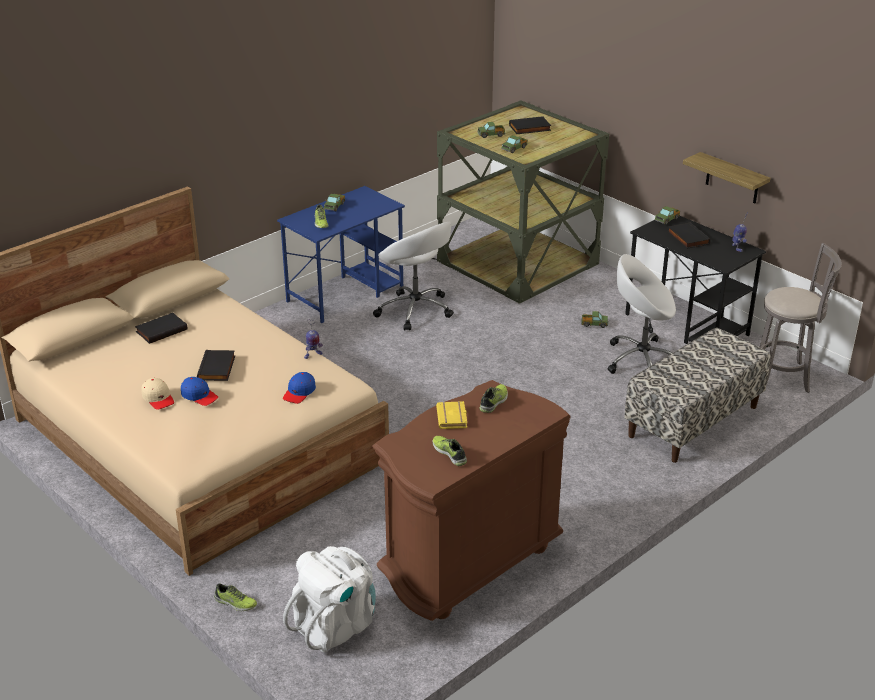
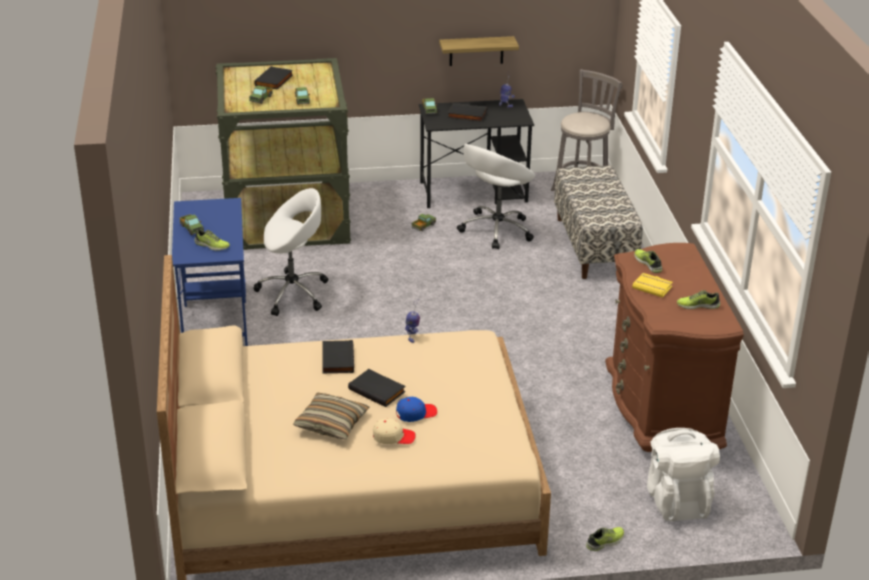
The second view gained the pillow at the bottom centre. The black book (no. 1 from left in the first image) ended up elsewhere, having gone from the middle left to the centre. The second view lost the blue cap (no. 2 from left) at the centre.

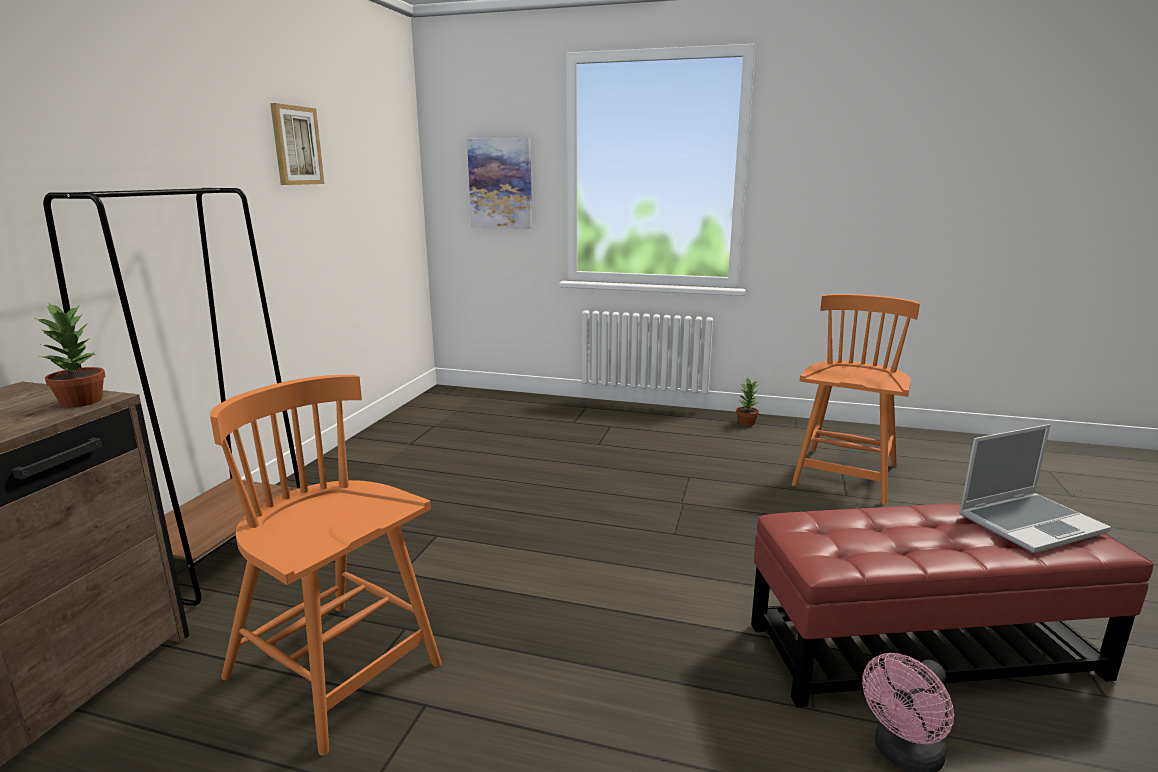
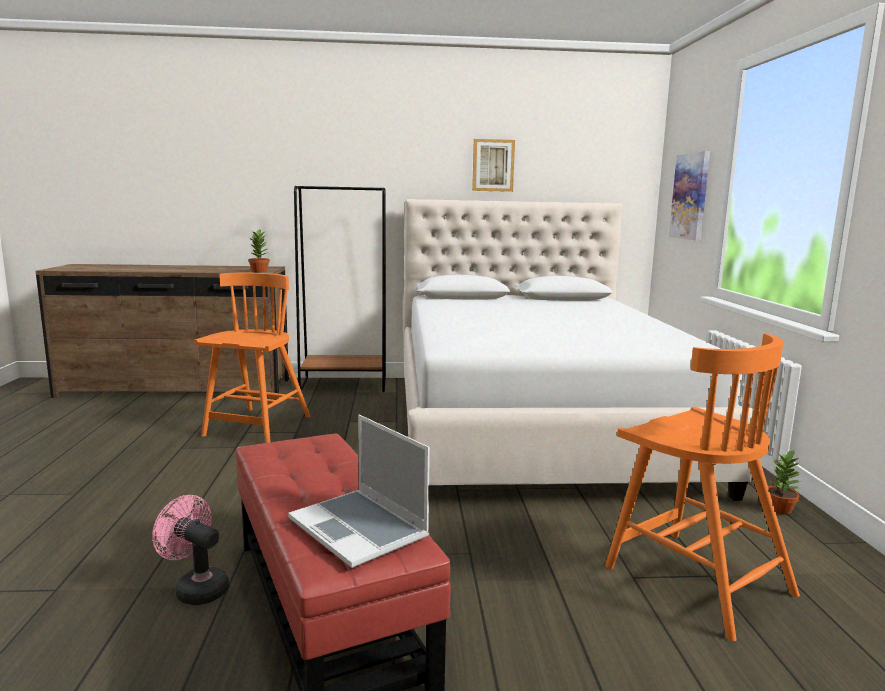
The second view gained the white bed at the centre. The orange chair (no. 2 from left) at the middle right ended up facing another way, 45 degrees clockwise from before.

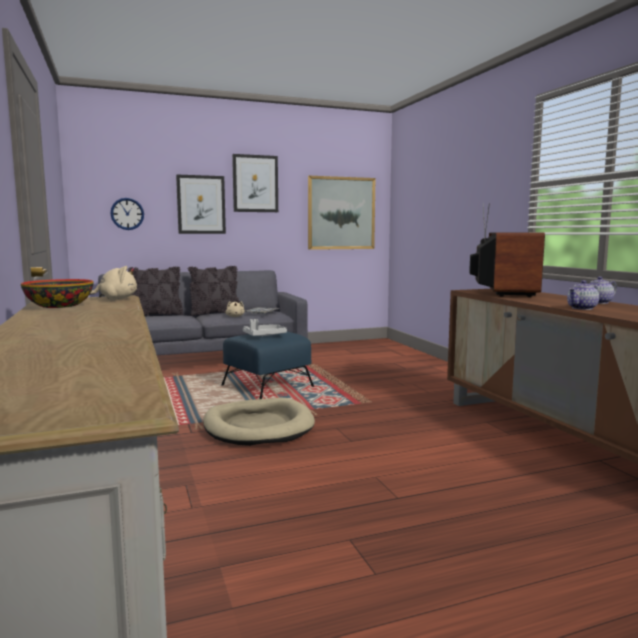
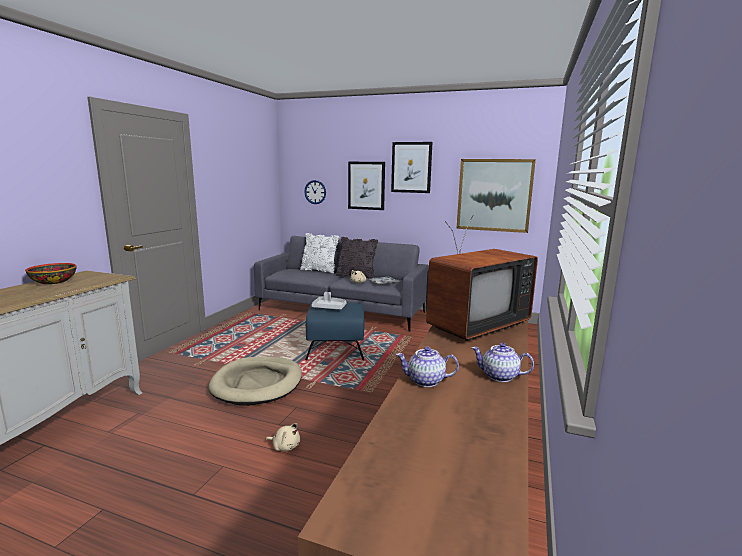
The beige plush toy (no. 1 from left) ended up elsewhere, having gone from the middle left to the bottom centre. What was the black pillow (no. 1 from left) at the middle left turned into the white pillow at the centre.

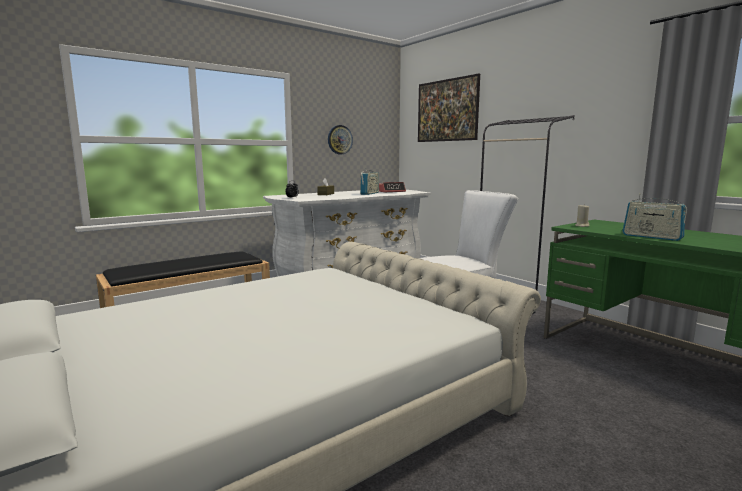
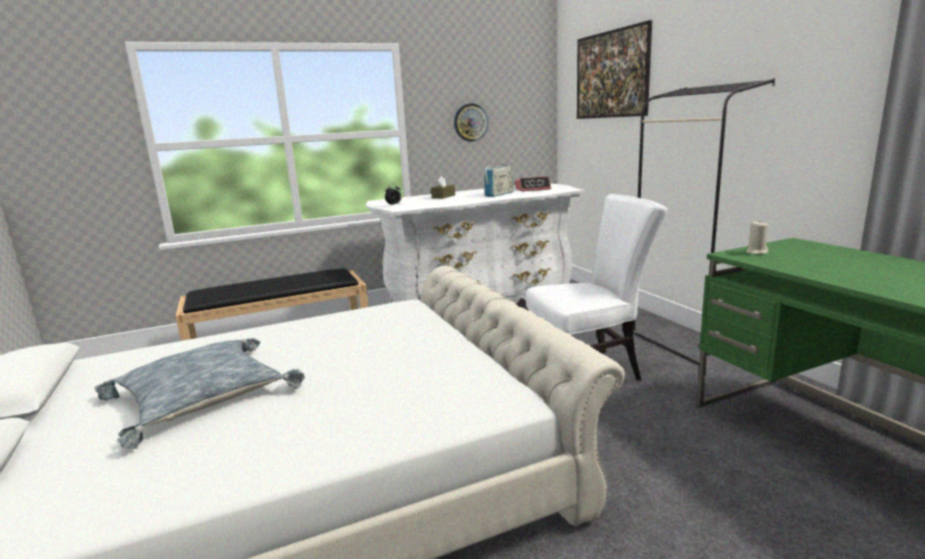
The second view gained the pillow at the bottom left. The second view lost the radio (no. 2 from left) at the middle right.

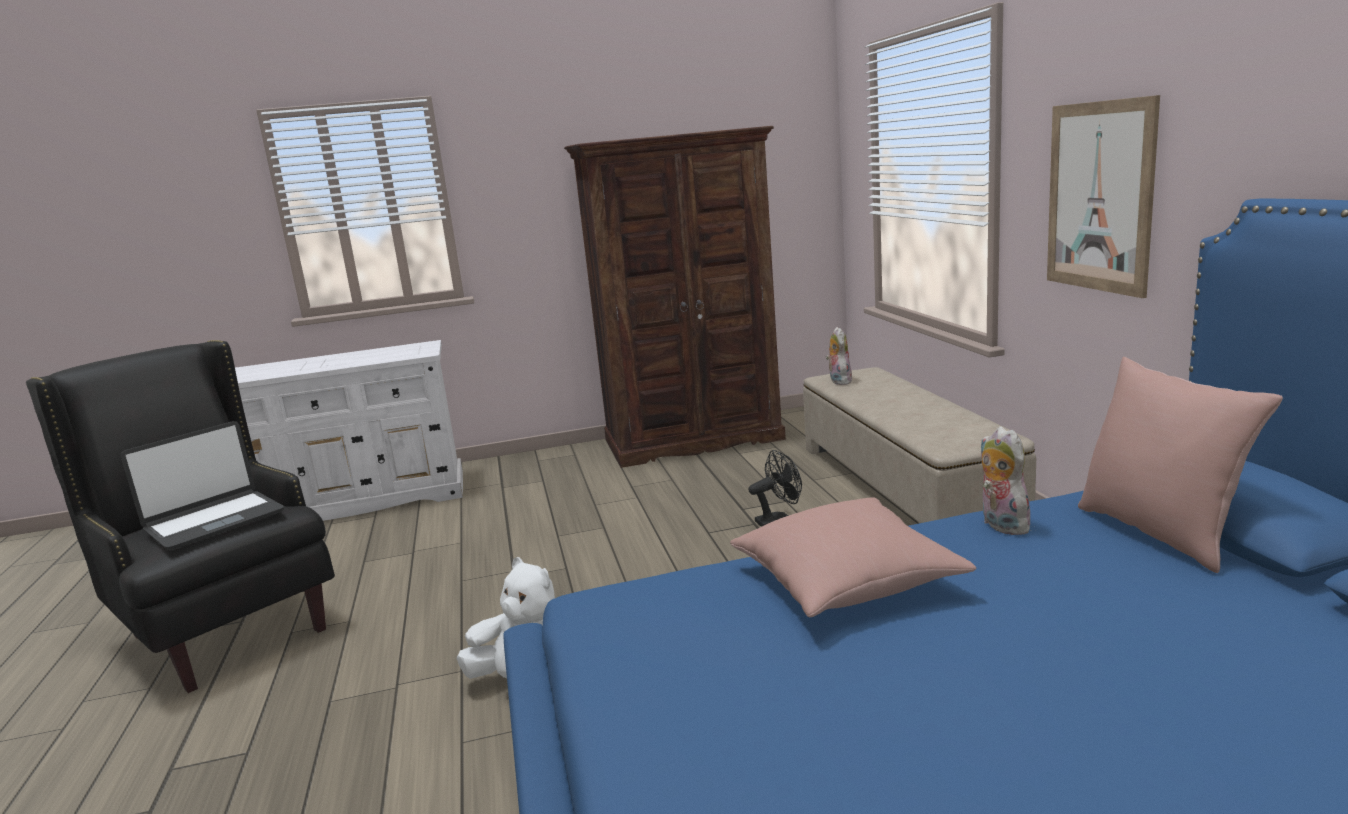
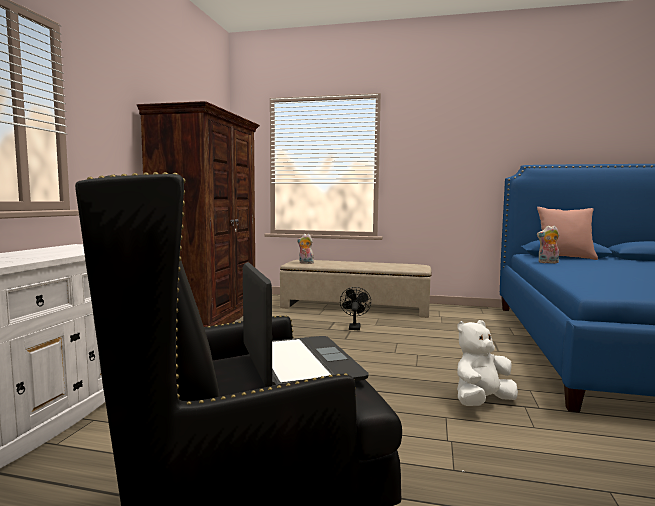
The second view lost the pink pillow (no. 1 from left) at the bottom centre. The second view lost the picture at the top right.

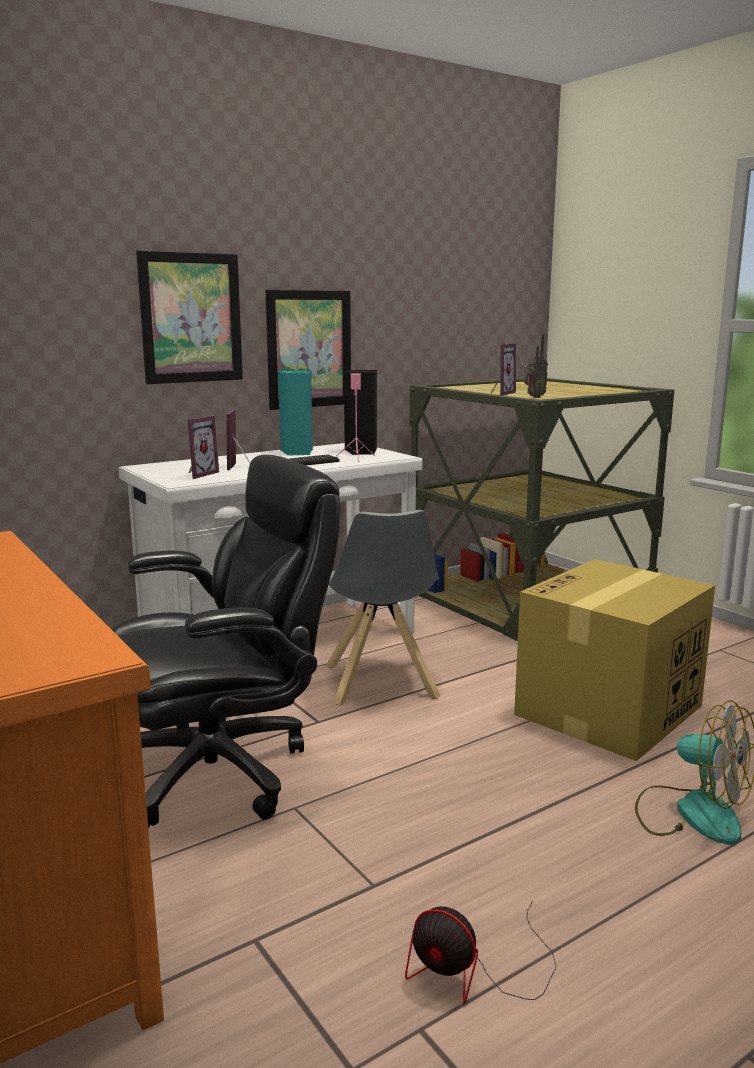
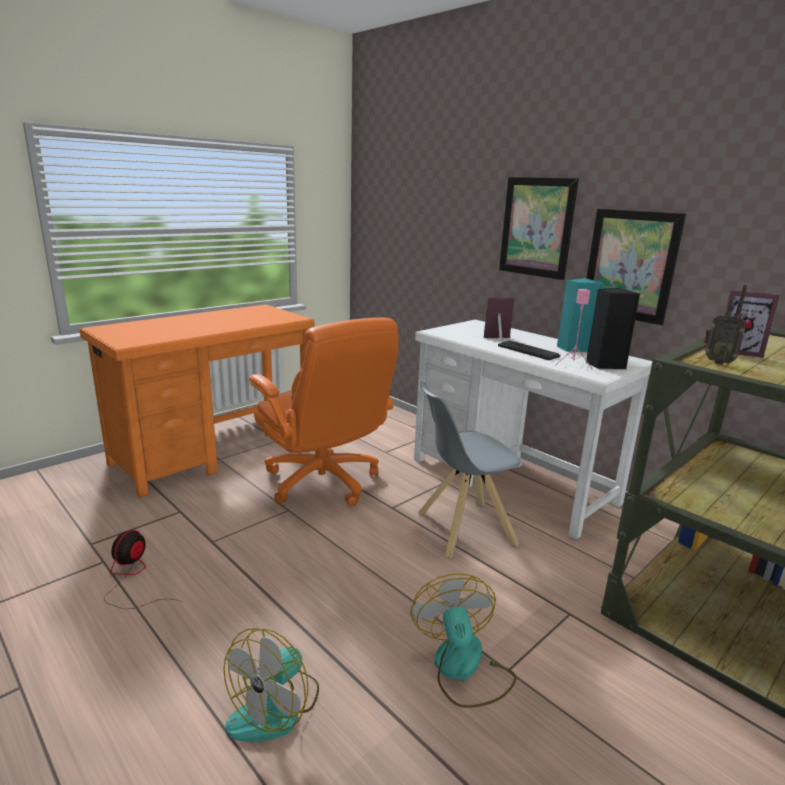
What was the black office chair at the middle left turned into the orange office chair at the centre. Where the cardboard box stood at the middle right, the fan (no. 3 from left) came to stand at the bottom centre. The second view lost the picture frame (no. 1 from left) at the middle left.

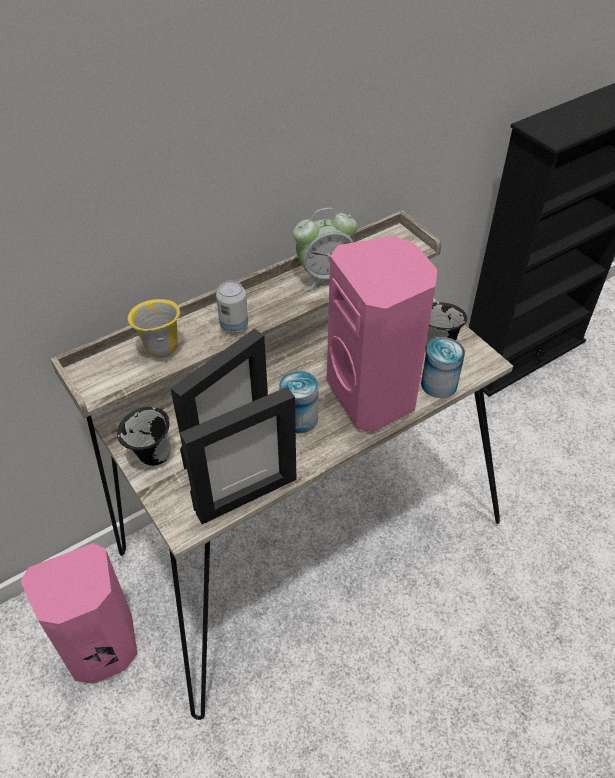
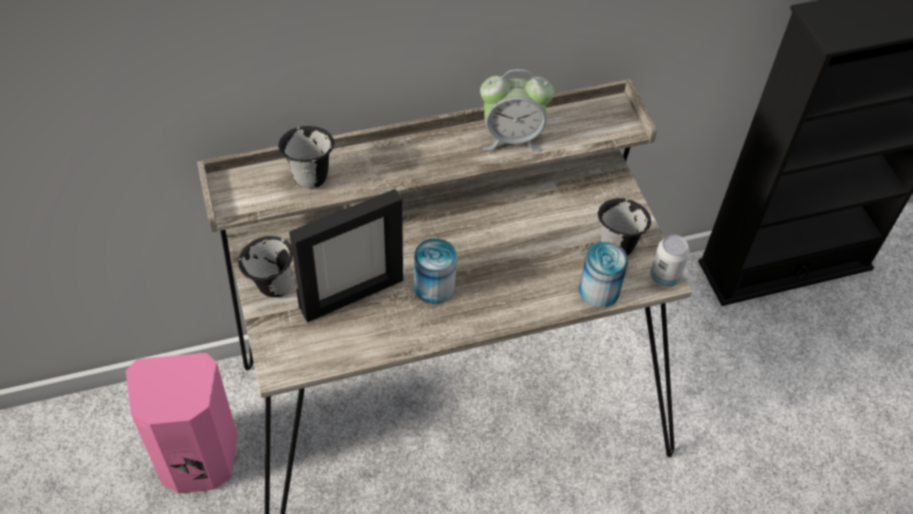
What was the yellow mug at the middle left turned into the black mug (no. 2 from left) at the top centre. The can (no. 1 from left in the first image) ended up elsewhere, having gone from the centre to the middle right. The second view lost the picture frame (no. 2 from left) at the centre. The second view lost the pink speaker (no. 2 from left) at the centre.

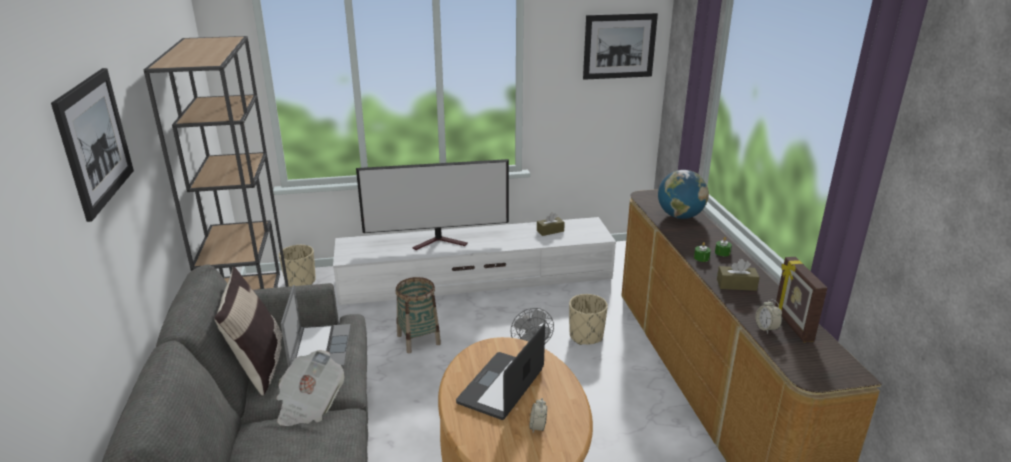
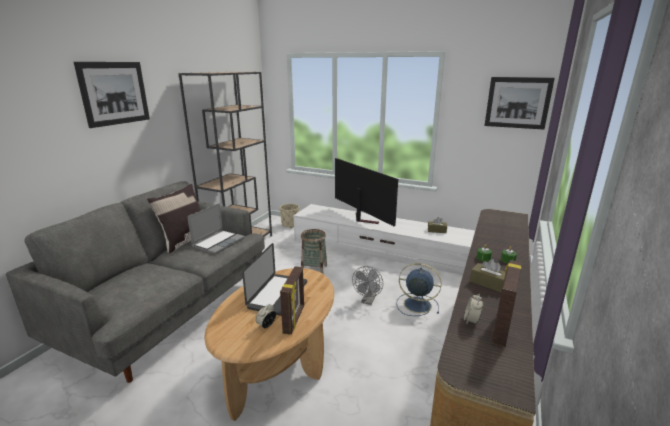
The laptop (no. 2 from left) at the bottom centre ended up facing another way, 135 degrees clockwise from before. The second view gained the picture frame (no. 1 from left) at the bottom centre. The television at the centre ended up facing another way, 150 degrees counterclockwise from before. Where the beige planter (no. 2 from left) stood at the bottom centre, the blue fan came to stand at the bottom centre. The second view lost the newspaper at the bottom left. The second view lost the globe at the middle right.

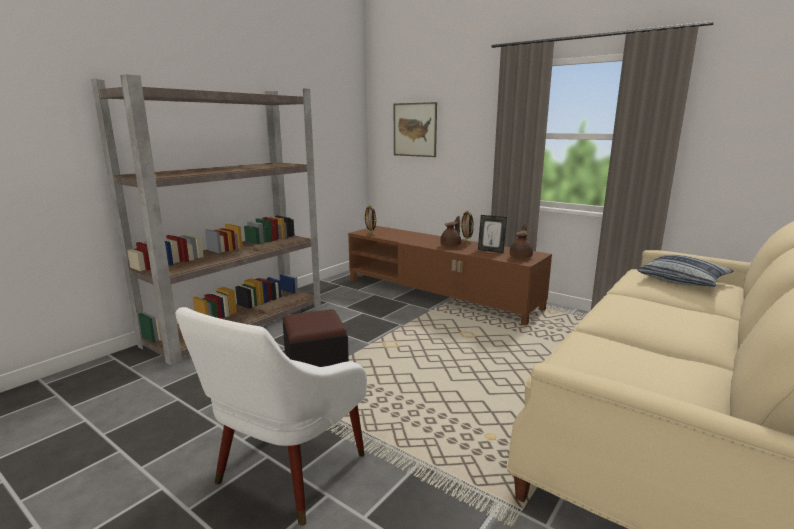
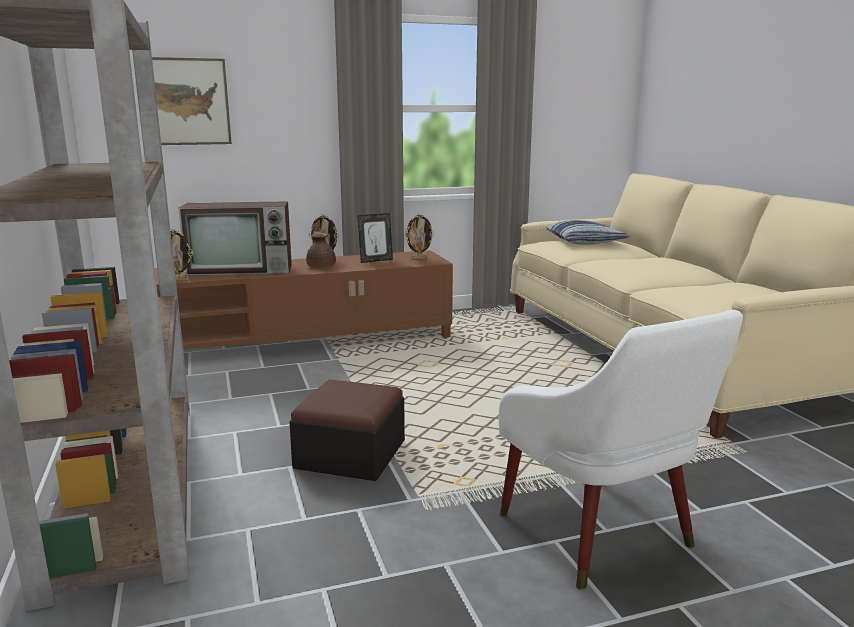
The second view gained the television at the middle left. Where the brown teapot (no. 2 from left) stood at the centre, the picture frame (no. 4 from left) came to stand at the centre.

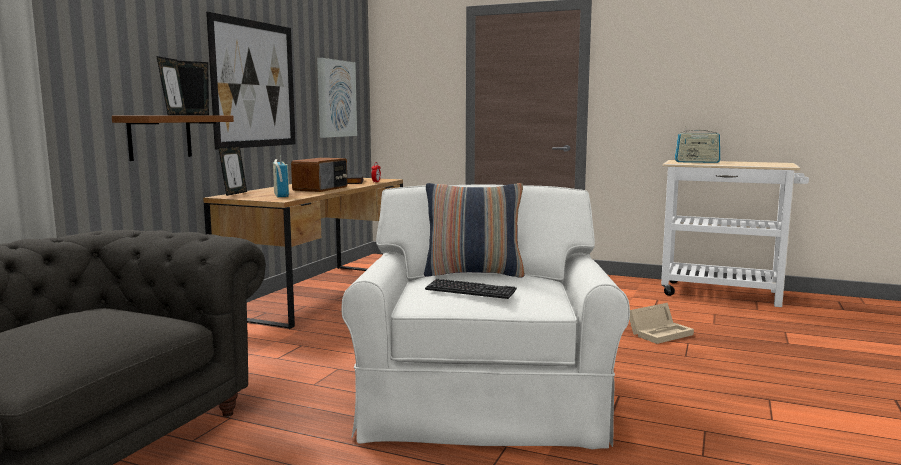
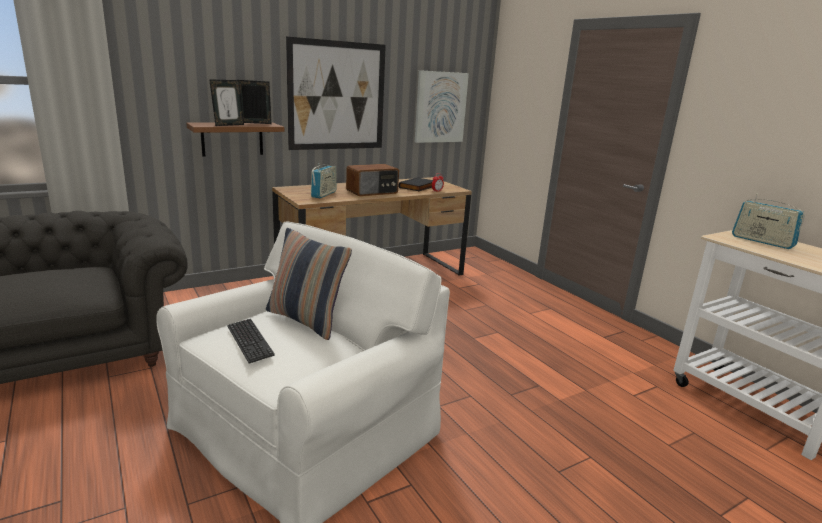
The second view lost the picture frame (no. 3 from left) at the middle left. The second view lost the beige storage box at the bottom right.

